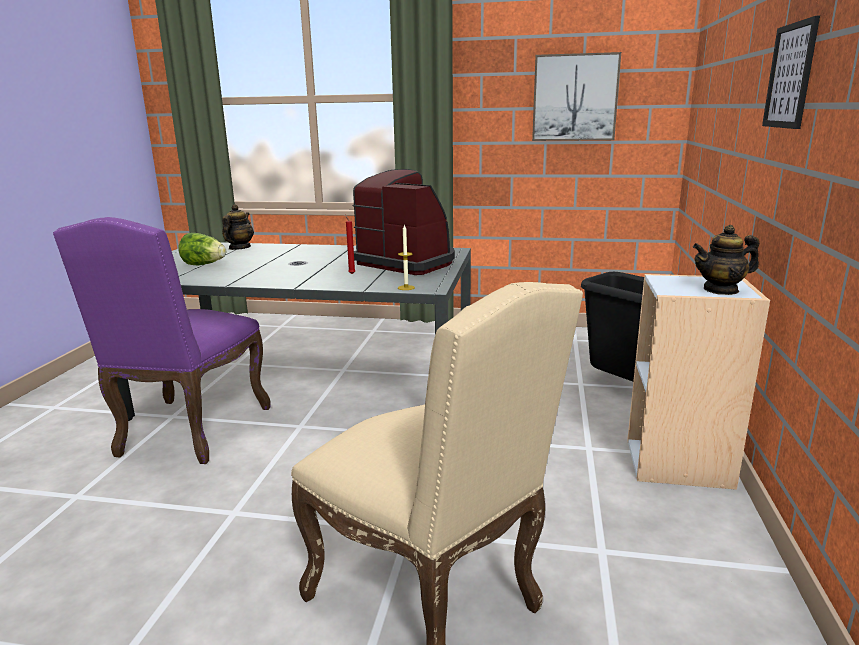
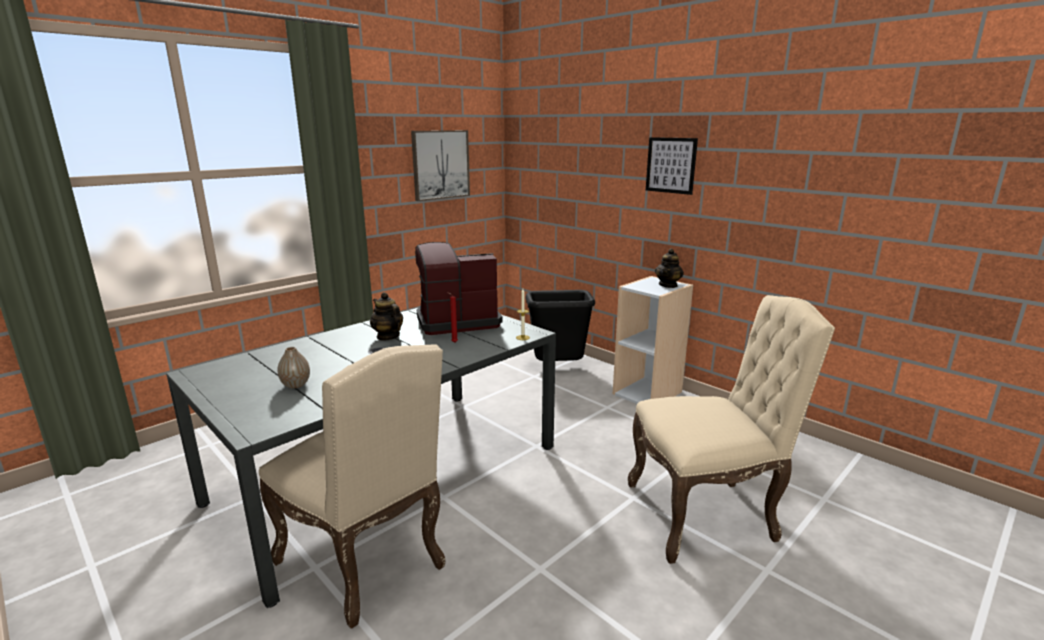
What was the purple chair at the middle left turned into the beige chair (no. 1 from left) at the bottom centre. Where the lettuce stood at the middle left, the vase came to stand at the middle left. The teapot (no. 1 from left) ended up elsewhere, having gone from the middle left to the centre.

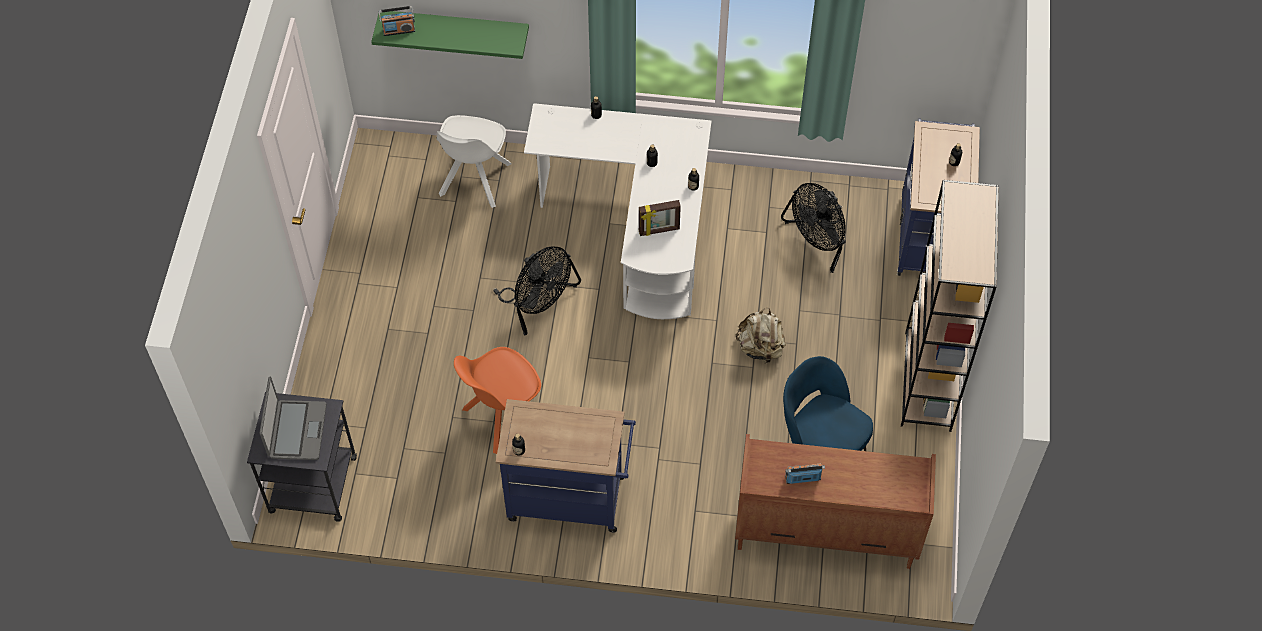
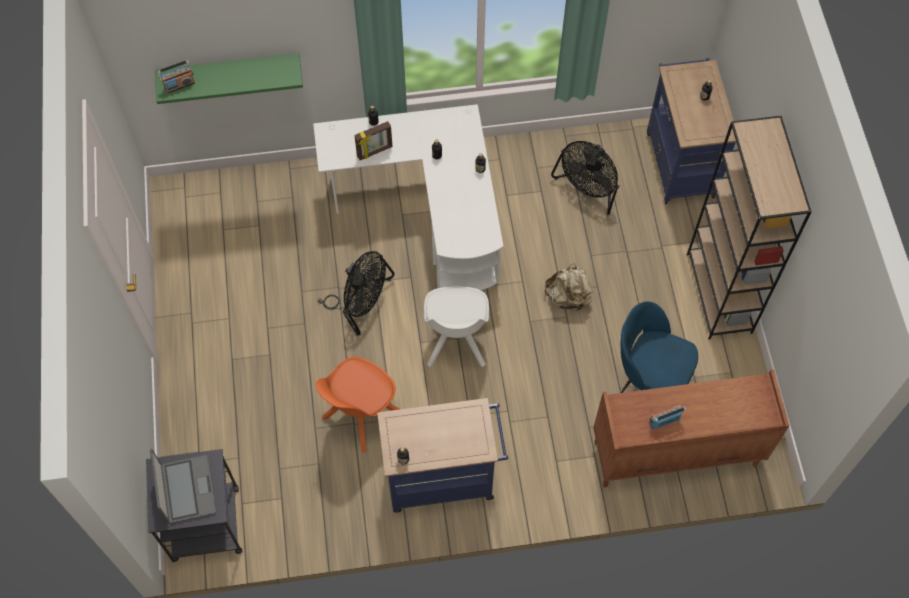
The picture frame ended up elsewhere, having gone from the centre to the top centre. The white chair ended up elsewhere, having gone from the top centre to the centre.

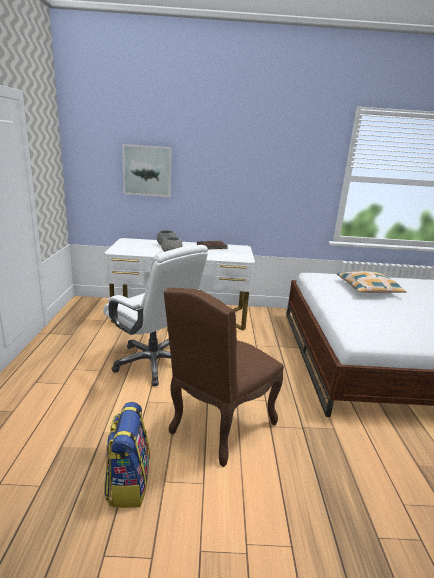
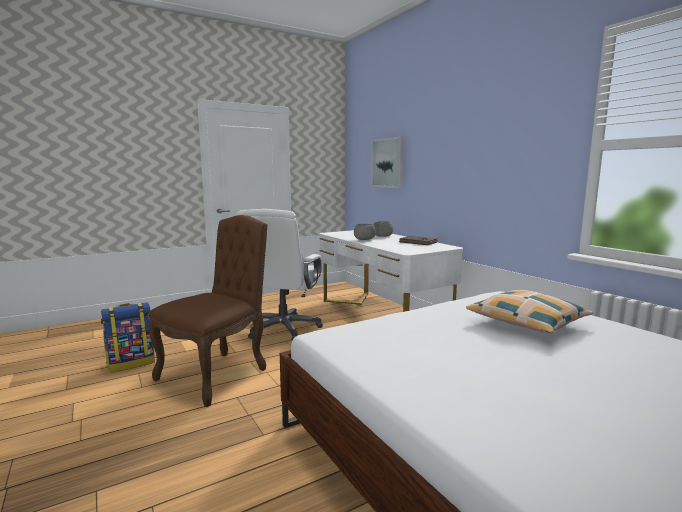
The brown chair at the centre ended up facing another way, 120 degrees clockwise from before.

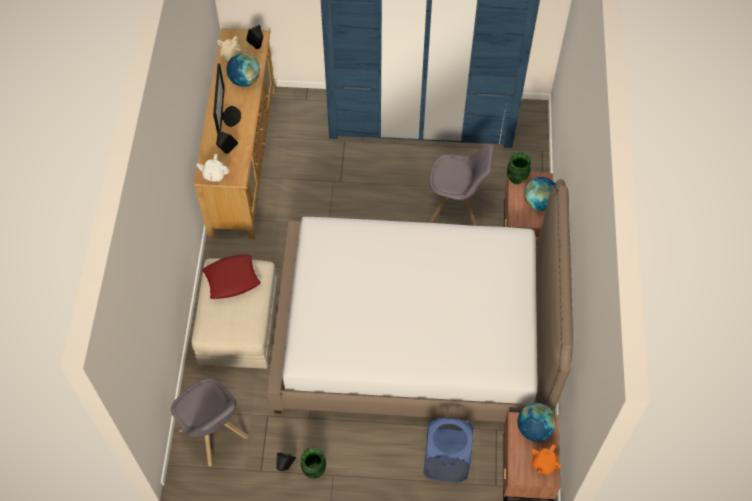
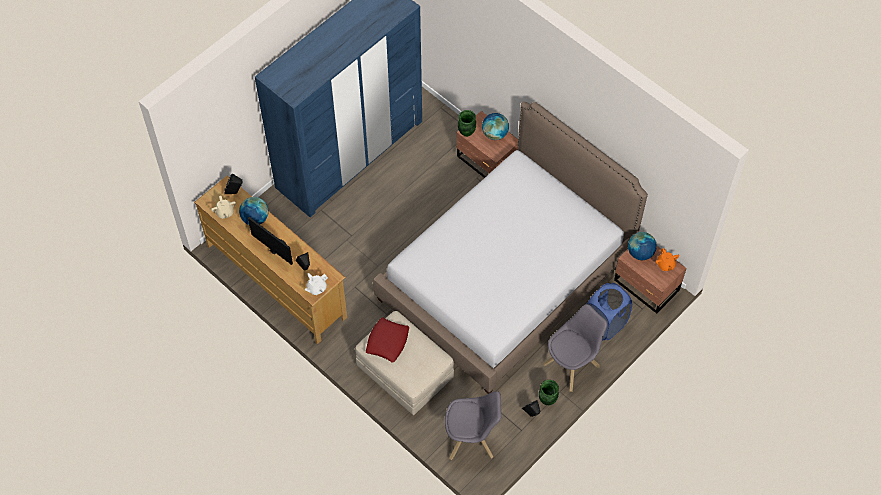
The grey chair (no. 2 from left) ended up elsewhere, having gone from the centre to the bottom centre.

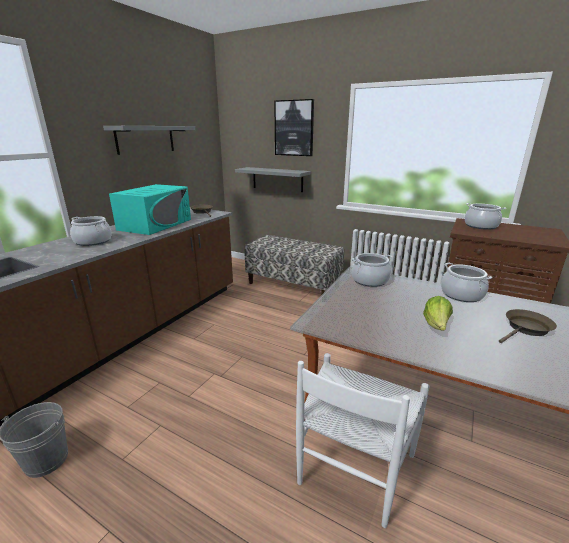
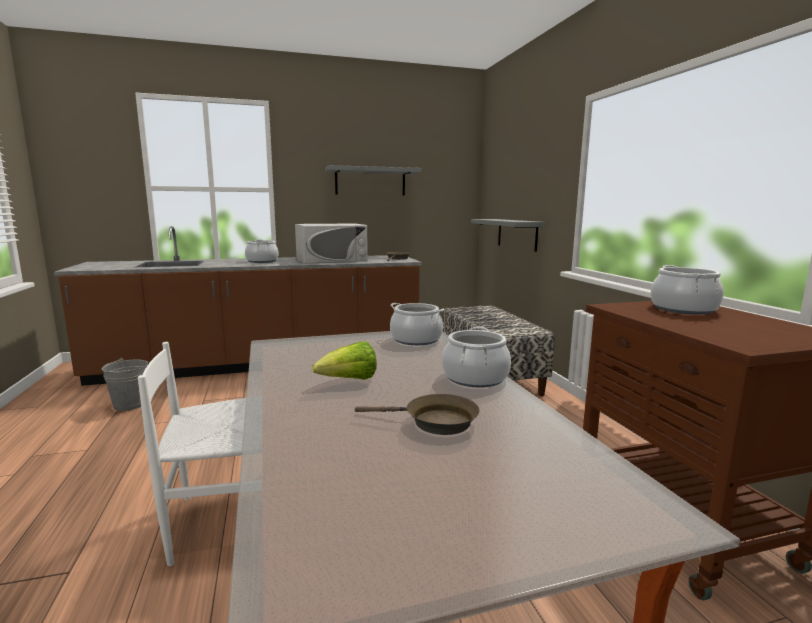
What was the turquoise microwave at the middle left turned into the white microwave at the centre. The second view lost the picture at the top centre.

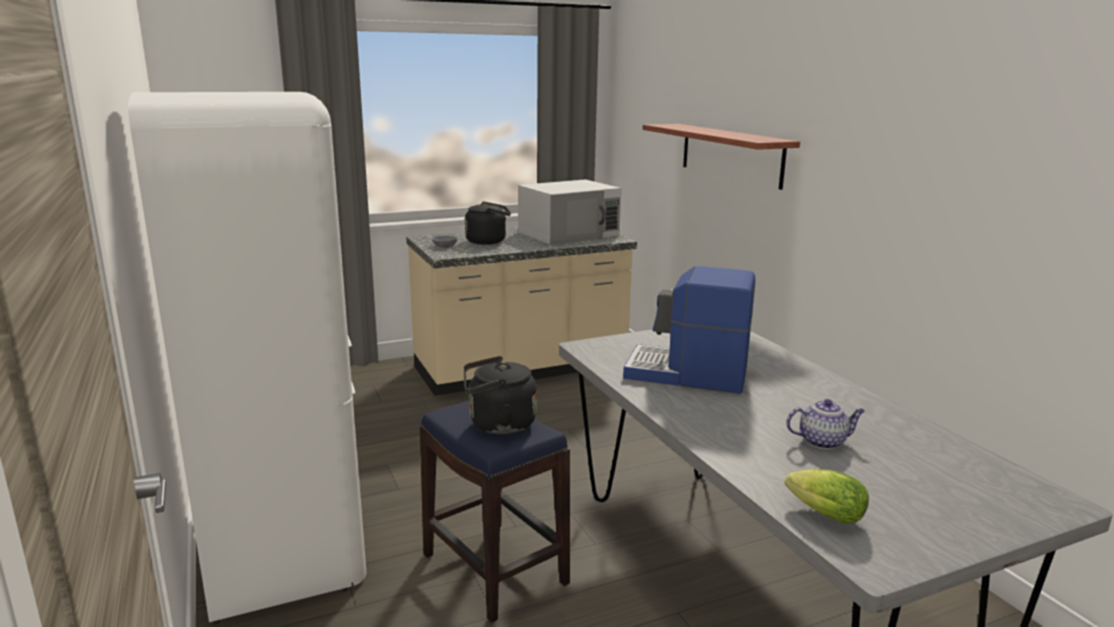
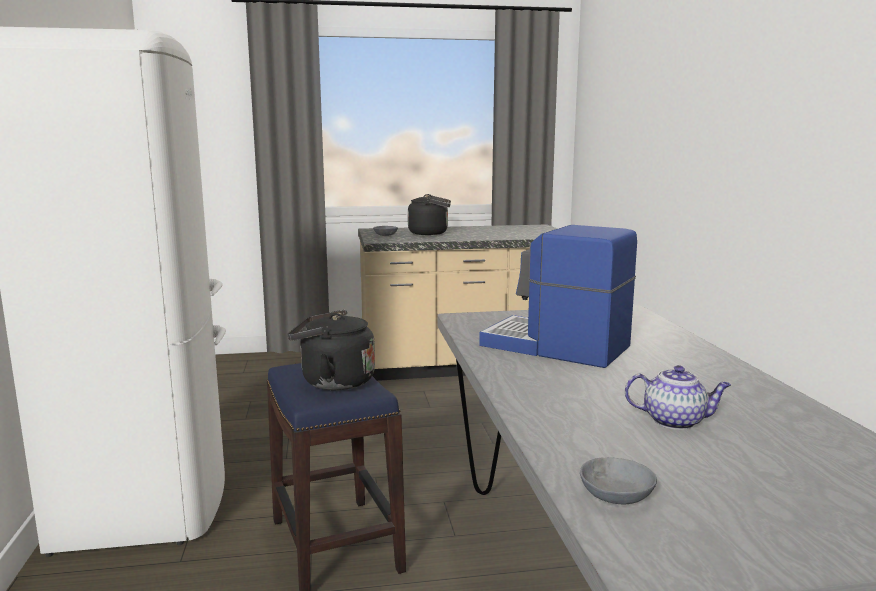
Where the lettuce stood at the bottom right, the grey bowl (no. 2 from left) came to stand at the bottom right. The second view lost the white microwave at the centre. The second view lost the shelf at the top centre.

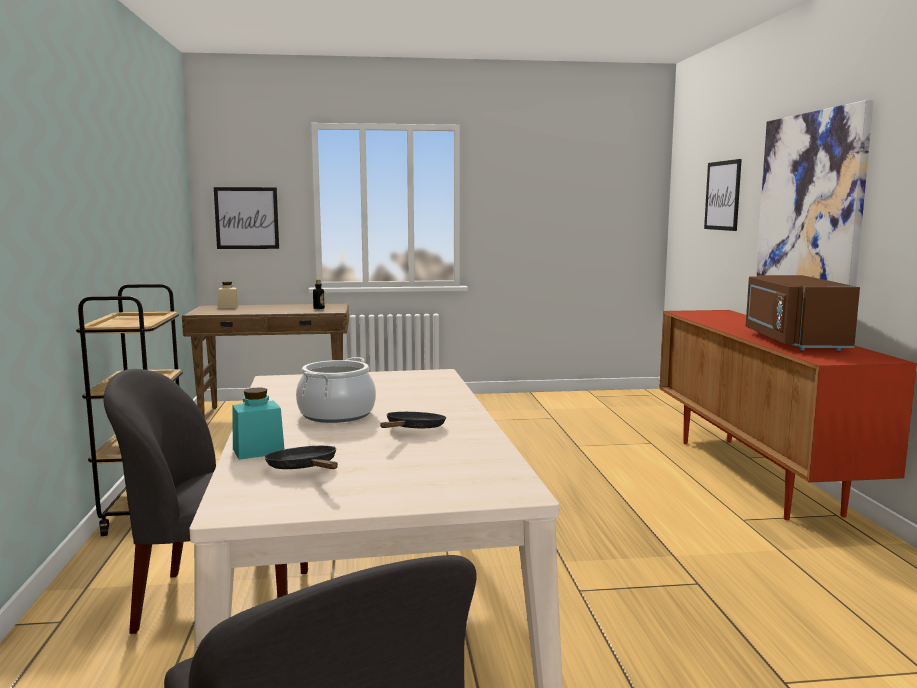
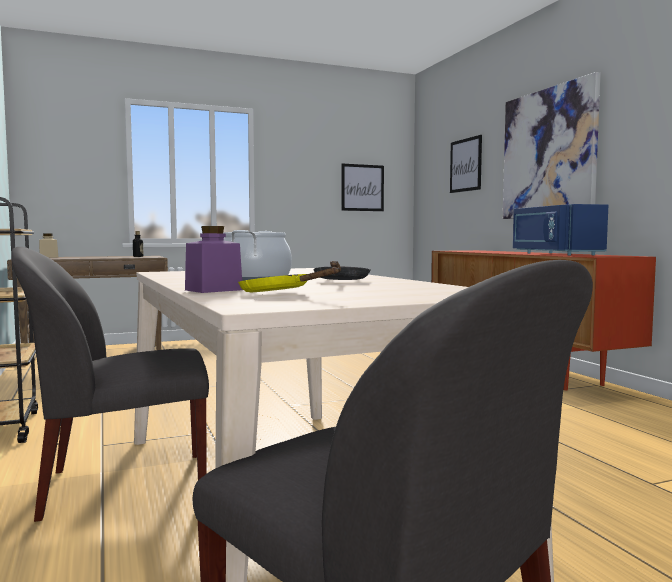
What was the turquoise jar at the middle left turned into the purple jar at the middle left. What was the black frying pan (no. 1 from left) at the middle left turned into the yellow frying pan at the centre. The picture (no. 1 from left) ended up elsewhere, having gone from the top left to the top centre. What was the brown microwave at the middle right turned into the blue microwave at the middle right.

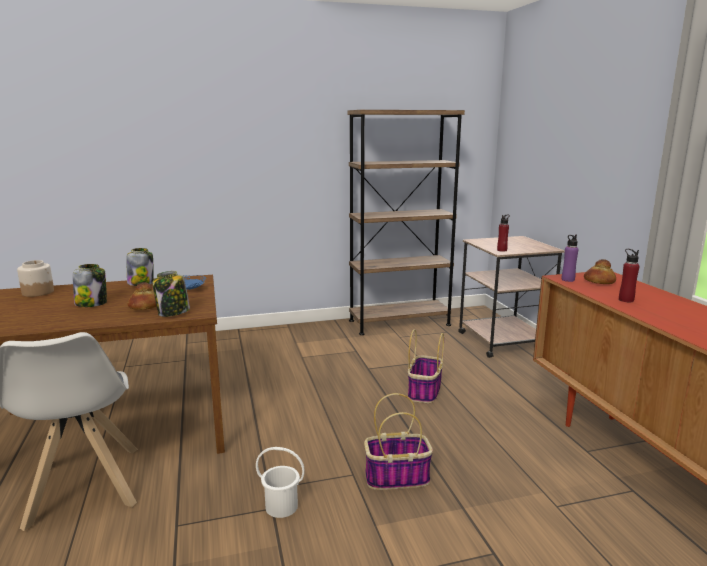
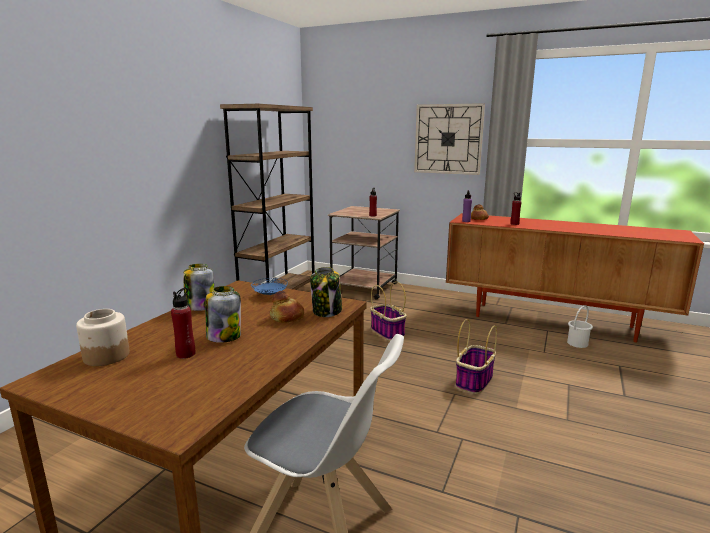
The second view gained the red bottle (no. 1 from left) at the middle left. The second view gained the wall clock at the top centre. The white bucket ended up elsewhere, having gone from the bottom centre to the middle right.

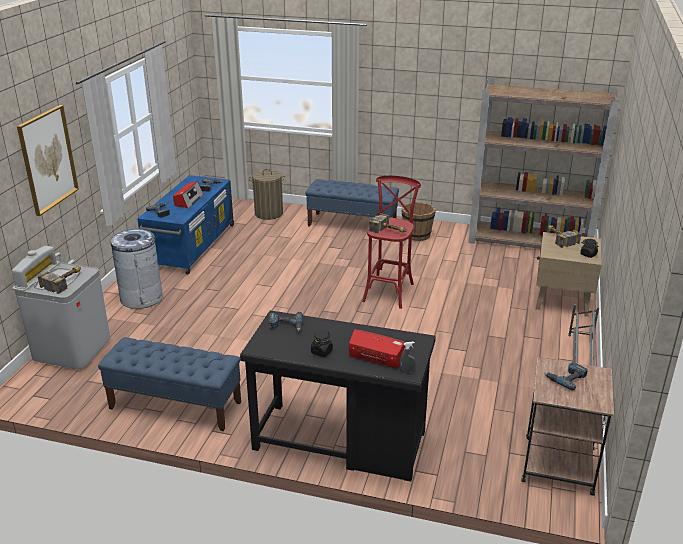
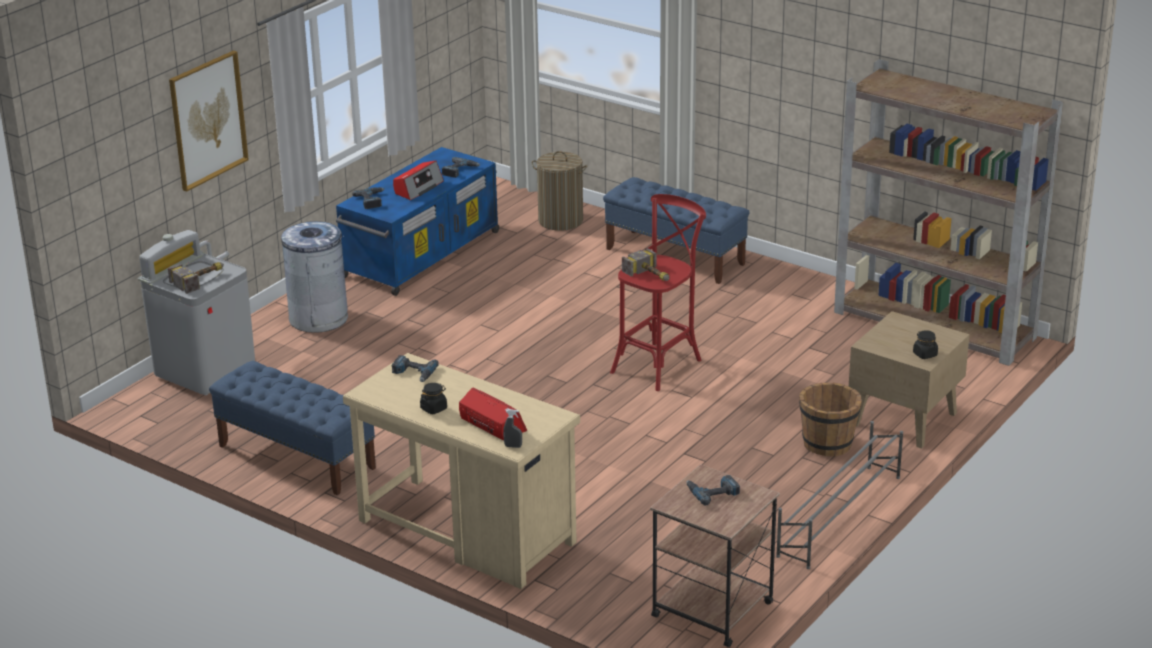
What was the black desk at the bottom centre turned into the beige desk at the bottom centre. The brown bucket ended up elsewhere, having gone from the centre to the middle right. The second view lost the hammer (no. 3 from left) at the middle right.

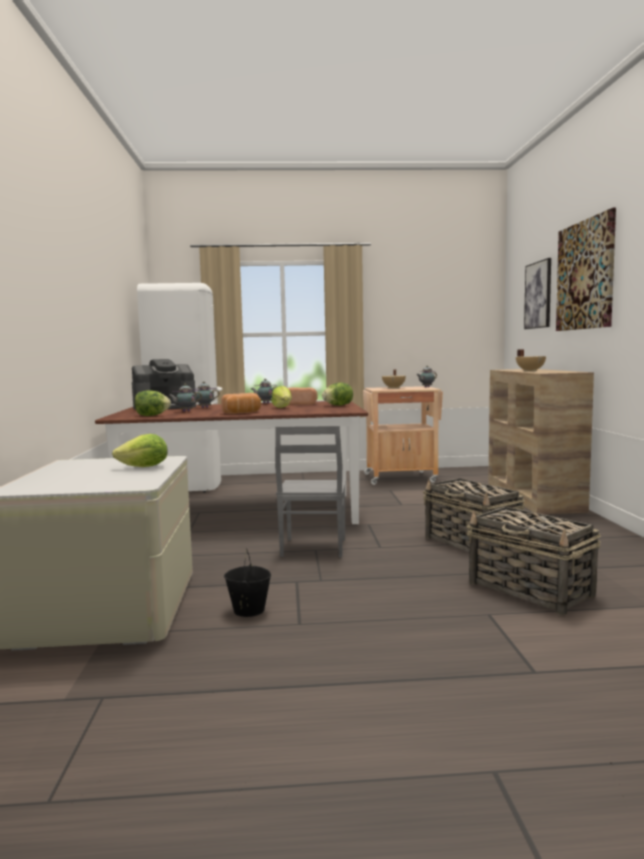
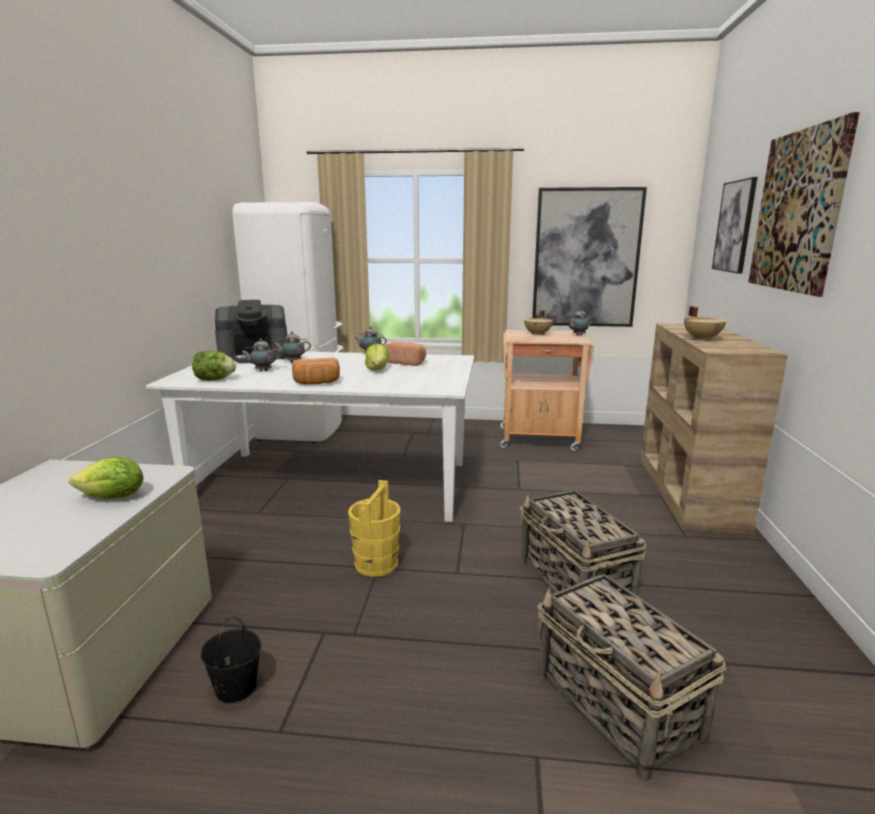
What was the brown dining table at the centre turned into the white dining table at the centre. Where the grey chair stood at the centre, the yellow bucket came to stand at the centre. The second view gained the picture (no. 1 from left) at the top right. The second view lost the lettuce (no. 4 from left) at the centre.

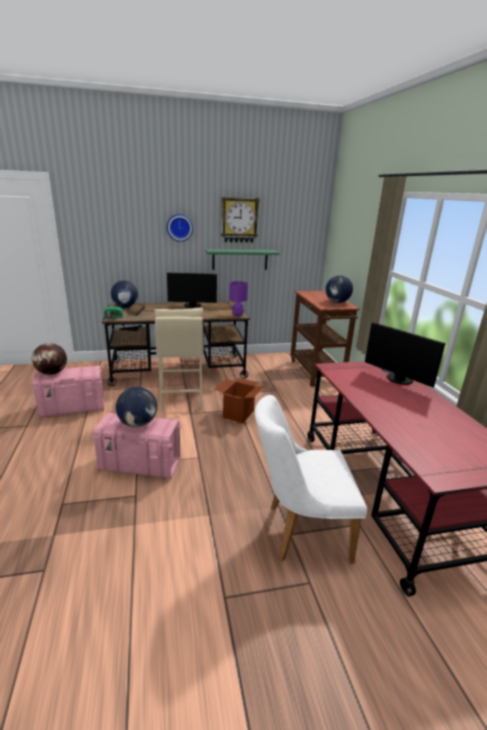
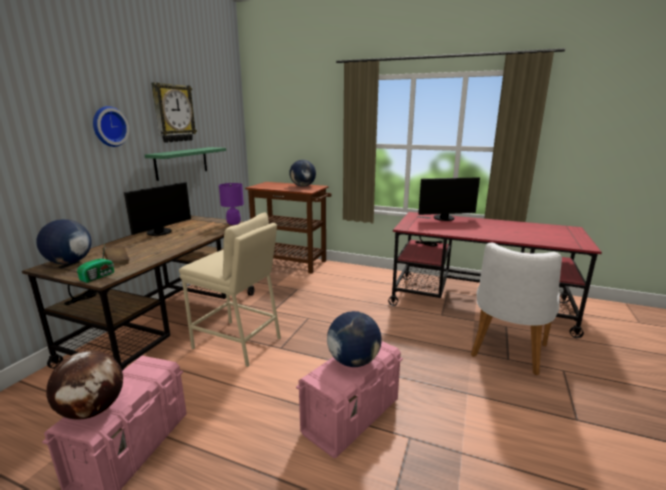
The second view lost the cardboard box at the centre.

